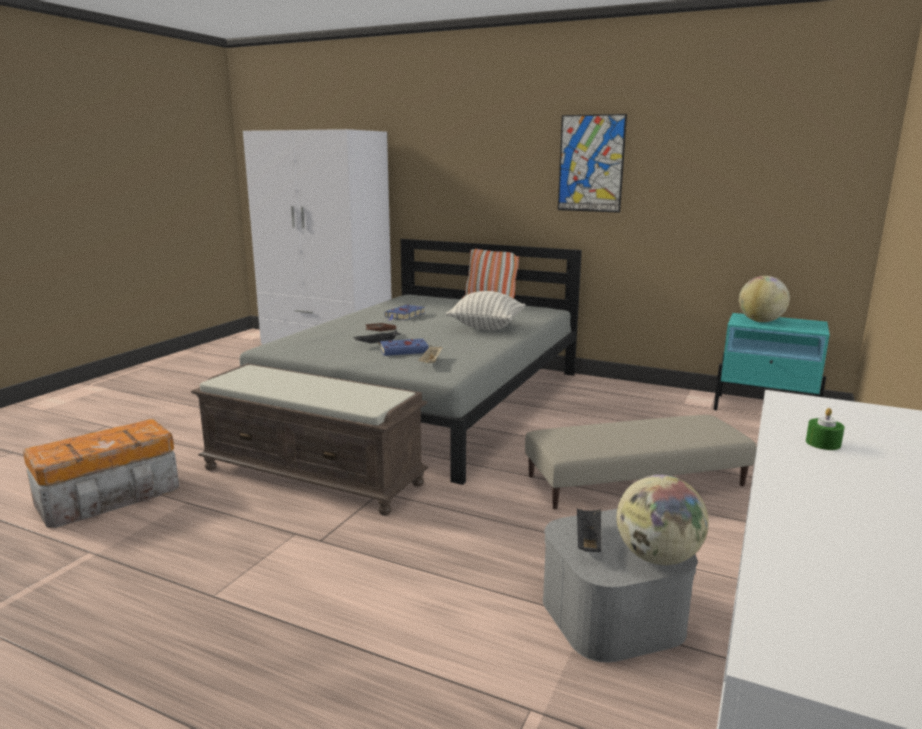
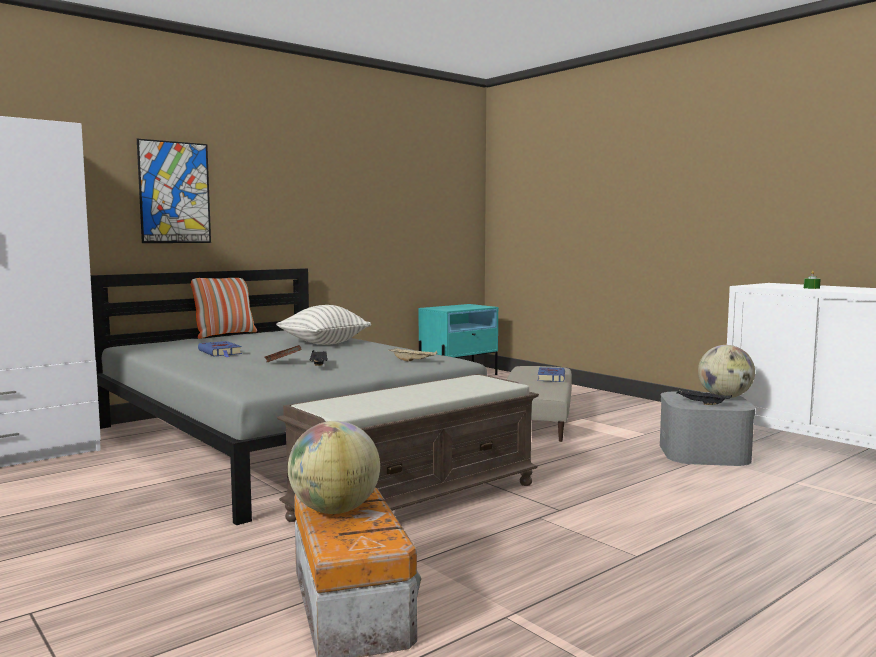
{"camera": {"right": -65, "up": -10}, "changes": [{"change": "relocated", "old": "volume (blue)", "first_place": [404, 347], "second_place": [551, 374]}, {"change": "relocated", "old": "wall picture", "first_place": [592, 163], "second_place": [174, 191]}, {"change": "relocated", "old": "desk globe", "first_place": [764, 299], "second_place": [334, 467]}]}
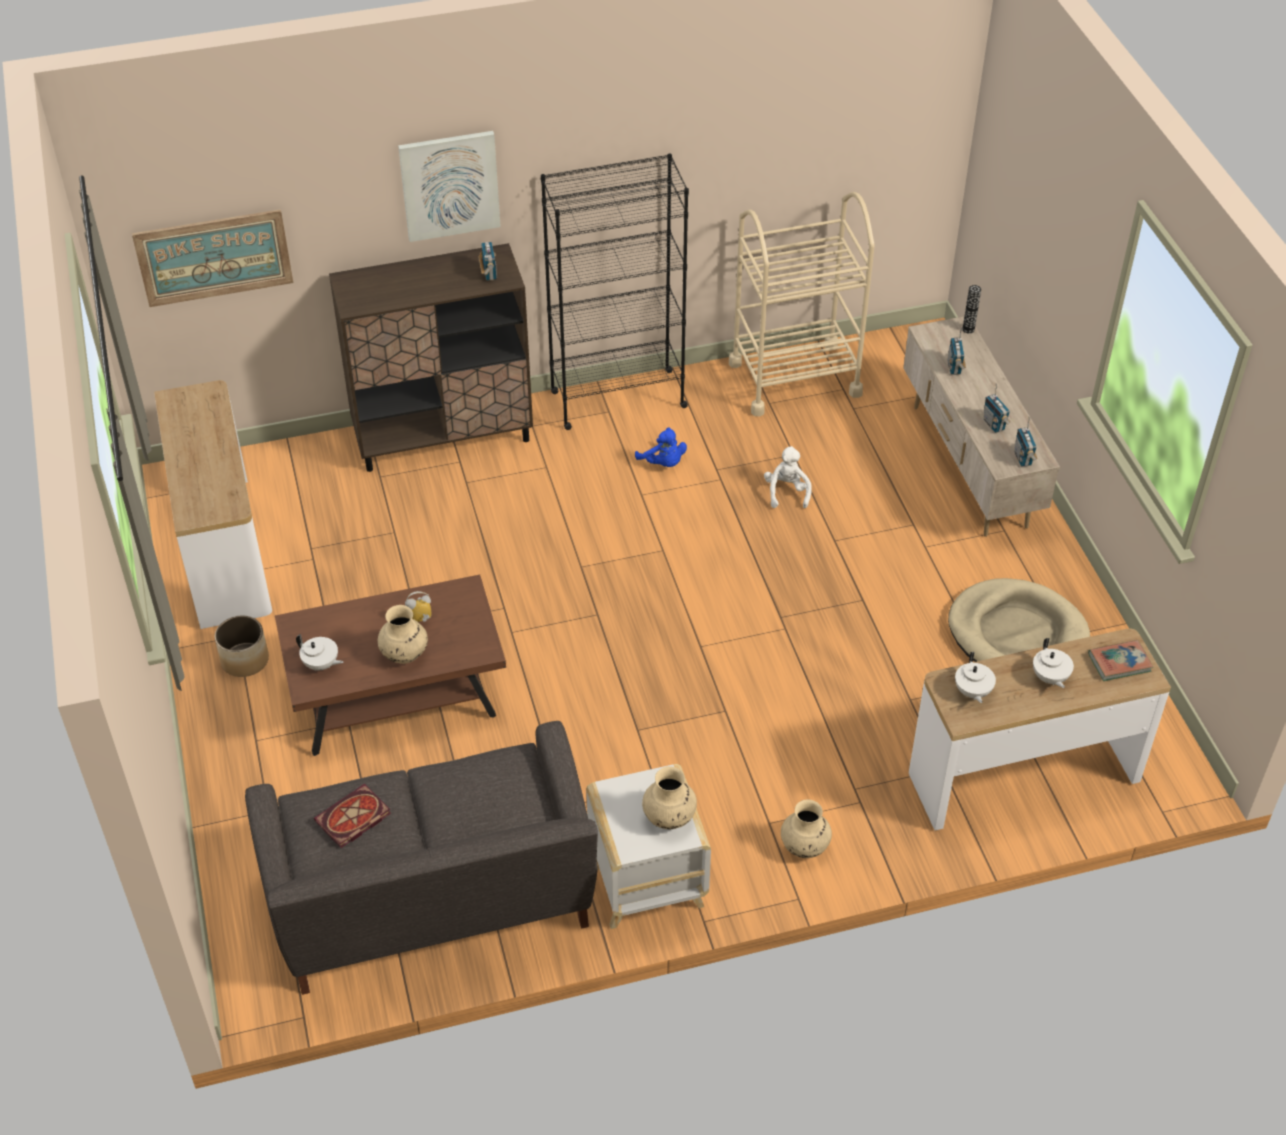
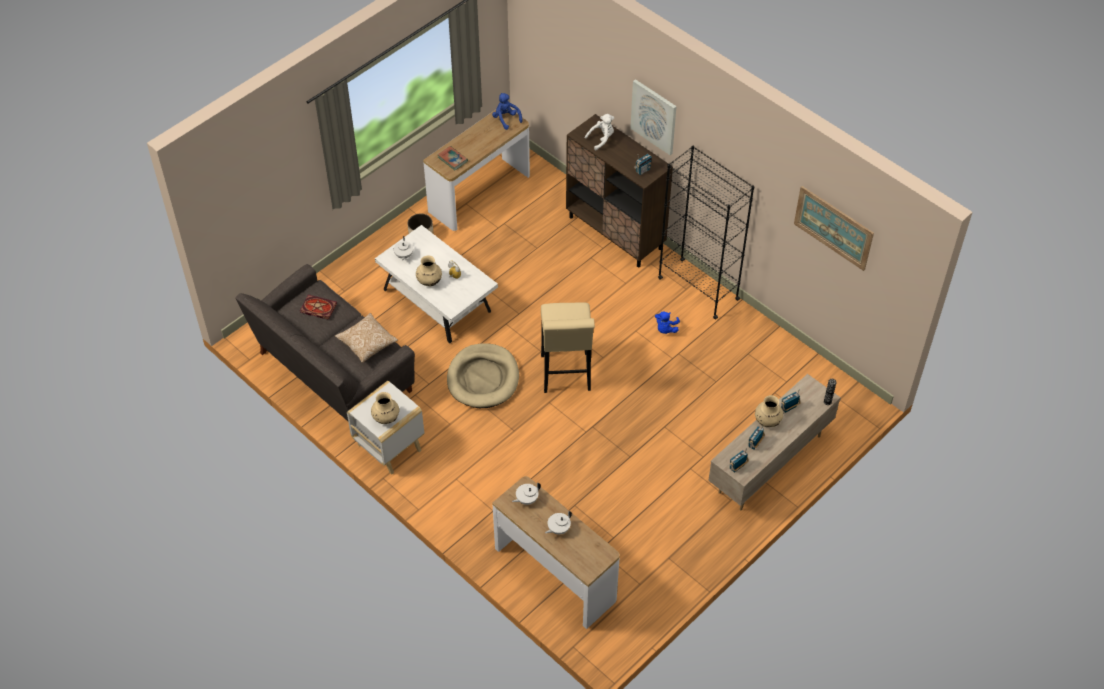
{"camera": {"right": 60, "up": 5}, "changes": [{"change": "relocated", "old": "wall picture", "first_place": [212, 258], "second_place": [834, 228]}, {"change": "colour", "old": "low table (brown)", "new": "low table (white-coloured)", "first_place": [390, 665], "second_place": [436, 284]}, {"change": "missing", "old": "cart (beige)", "first_place": [802, 304]}, {"change": "relocated", "old": "cuddly toy (white-coloured)", "first_place": [788, 477], "second_place": [599, 132]}, {"change": "relocated", "old": "decorative vase (beige)", "first_place": [806, 828], "second_place": [769, 411]}, {"change": "relocated", "old": "dog bed (beige)", "first_place": [1019, 620], "second_place": [483, 375]}, {"change": "relocated", "old": "volume", "first_place": [1120, 660], "second_place": [452, 158]}, {"change": "appeared", "new": "cushion", "second_place": [366, 338]}, {"change": "appeared", "new": "cuddly toy (blue)", "second_place": [507, 111]}, {"change": "appeared", "new": "sitting stool (beige)", "second_place": [568, 347]}]}
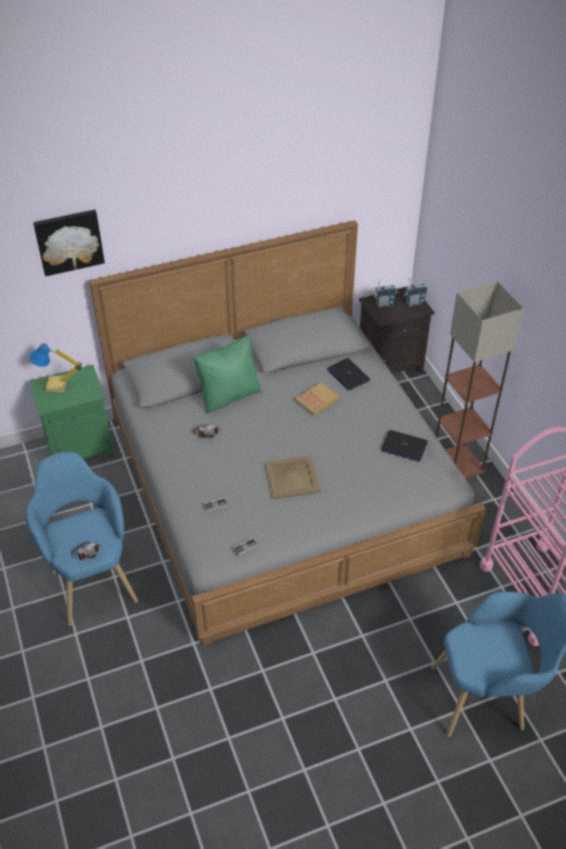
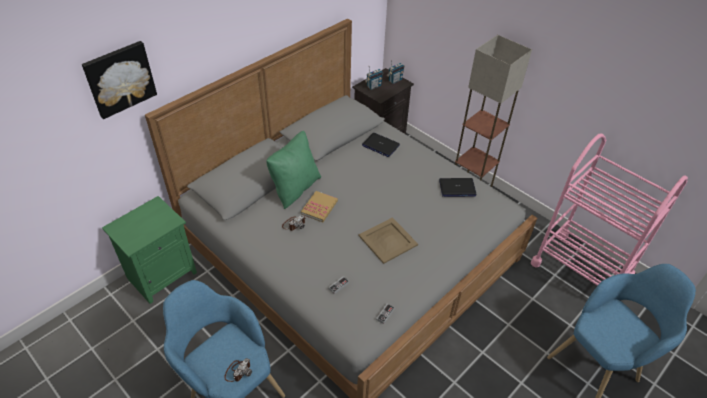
{"camera": {"right": -25, "up": 0}, "changes": [{"change": "missing", "old": "lamp for a table", "first_place": [55, 367]}, {"change": "relocated", "old": "volume", "first_place": [317, 399], "second_place": [319, 206]}]}
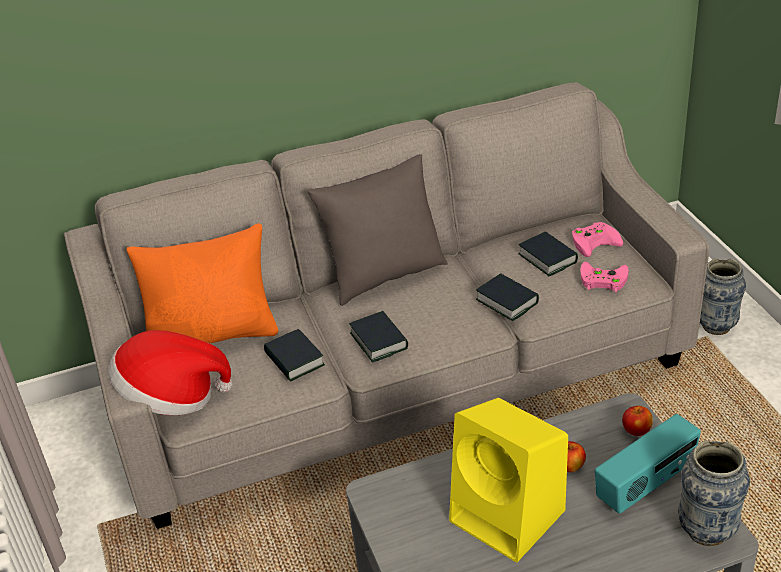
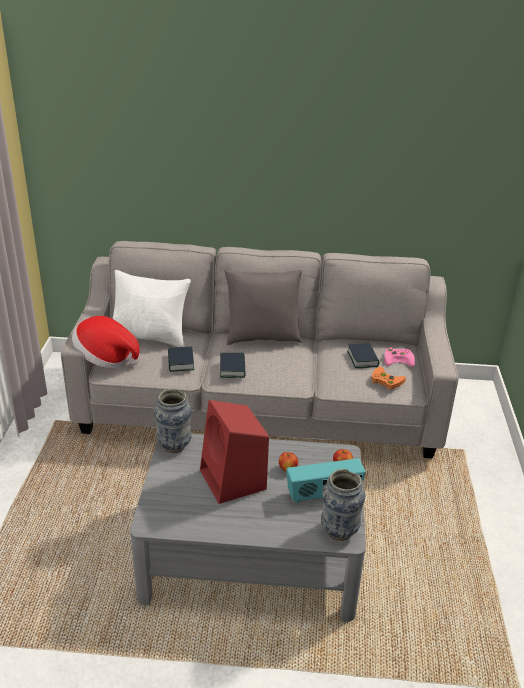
{"camera": {"right": 20, "up": -5}, "changes": [{"change": "colour", "old": "cushion (orangey)", "new": "cushion (white-coloured)", "first_place": [202, 283], "second_place": [152, 308]}, {"change": "colour", "old": "audio speaker (yellowish)", "new": "audio speaker (red-coloured)", "first_place": [508, 480], "second_place": [234, 452]}, {"change": "missing", "old": "volume", "first_place": [507, 297]}, {"change": "colour", "old": "gamepad (pink)", "new": "gamepad (orangey)", "first_place": [604, 277], "second_place": [389, 378]}, {"change": "relocated", "old": "decorative vase", "first_place": [723, 296], "second_place": [173, 421]}]}
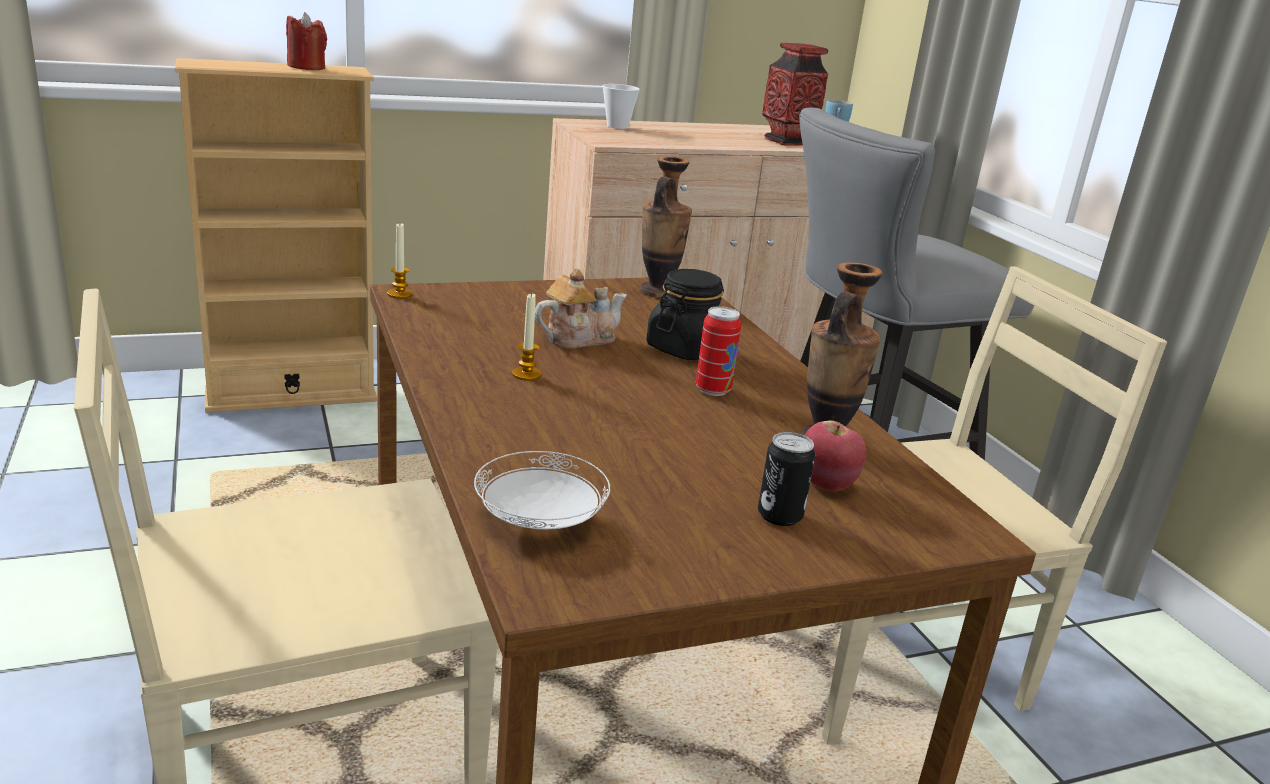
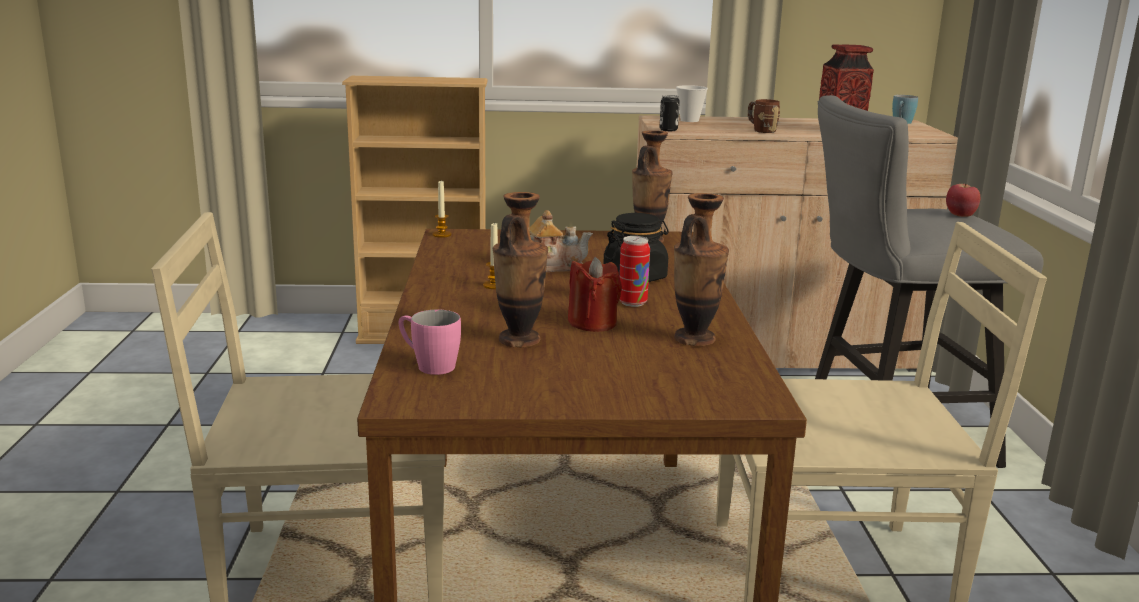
{"camera": {"right": 20, "up": -5}, "changes": [{"change": "relocated", "old": "wax candle (red-coloured)", "first_place": [306, 41], "second_place": [595, 294]}, {"change": "exchanged", "old": "dinner plate (white-coloured)", "new": "coffee mug (pink)", "first_place": [542, 490], "second_place": [430, 342]}, {"change": "relocated", "old": "metal can", "first_place": [786, 479], "second_place": [669, 113]}, {"change": "relocated", "old": "apple fruit", "first_place": [835, 456], "second_place": [963, 200]}, {"change": "appeared", "new": "decorative vase", "second_place": [520, 269]}, {"change": "appeared", "new": "coffee mug (brown)", "second_place": [764, 116]}]}
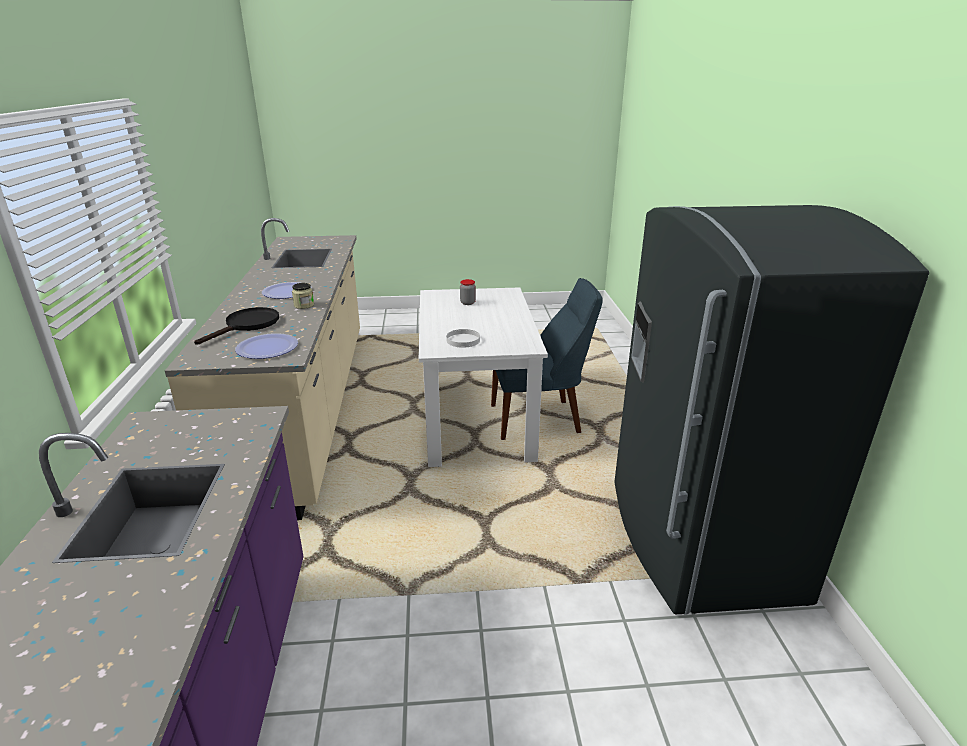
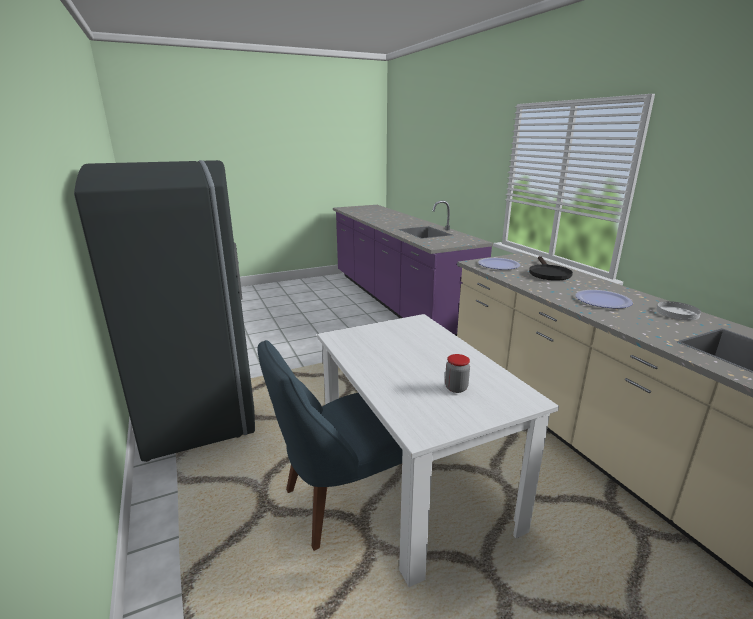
{"camera": {"right": 160, "up": -5}, "changes": [{"change": "missing", "old": "preserve jar", "first_place": [303, 296]}, {"change": "relocated", "old": "dinner plate (white-coloured)", "first_place": [463, 338], "second_place": [678, 310]}]}
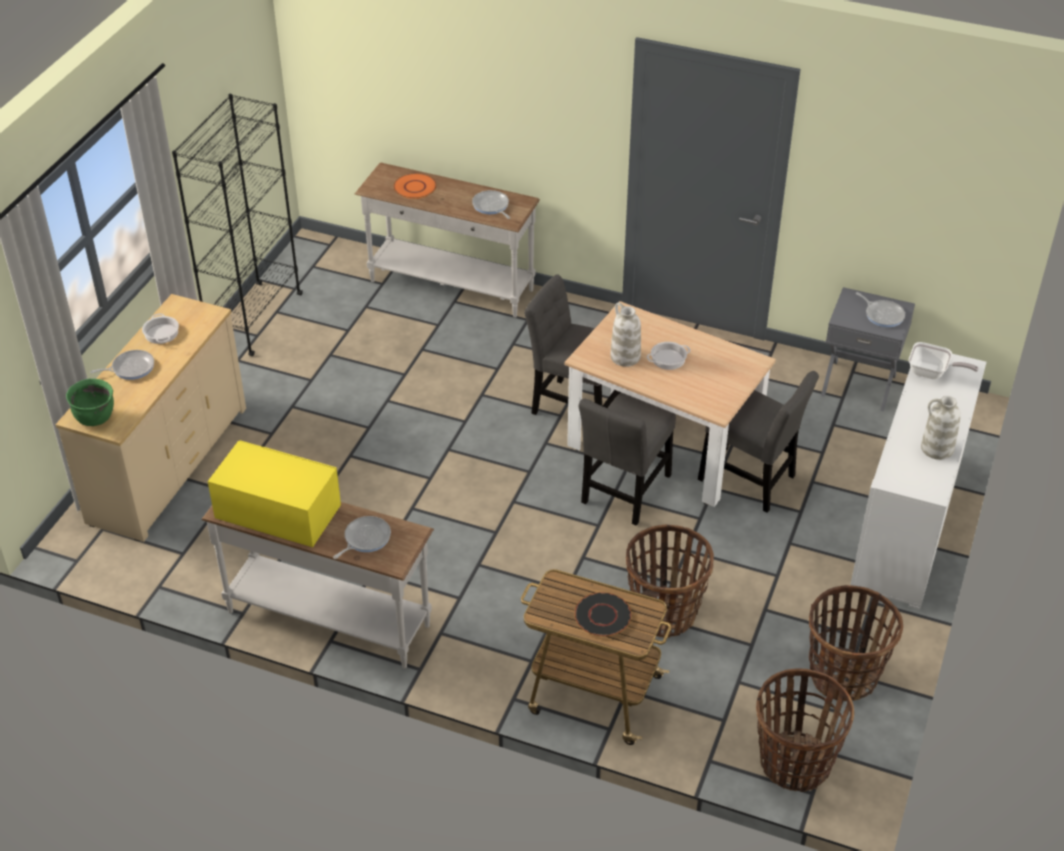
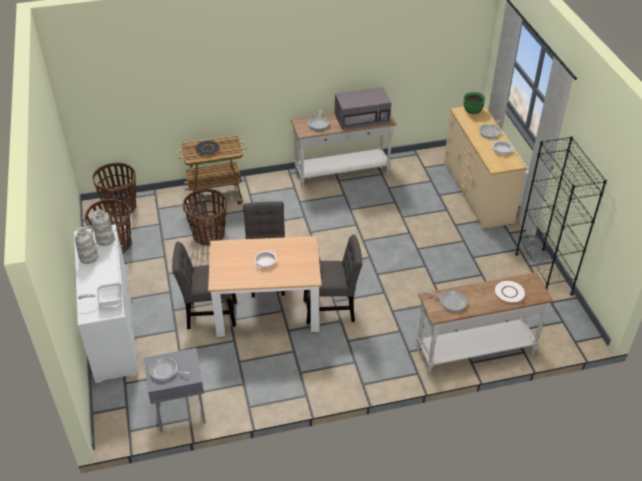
{"camera": {"right": 145, "up": 0}, "changes": [{"change": "colour", "old": "kitchen microwave (yellowish)", "new": "kitchen microwave (greyish)", "first_place": [274, 493], "second_place": [363, 108]}, {"change": "colour", "old": "dinner plate (orangey)", "new": "dinner plate (white-coloured)", "first_place": [415, 186], "second_place": [510, 291]}, {"change": "relocated", "old": "decorative vase (white-coloured)", "first_place": [626, 334], "second_place": [103, 228]}]}
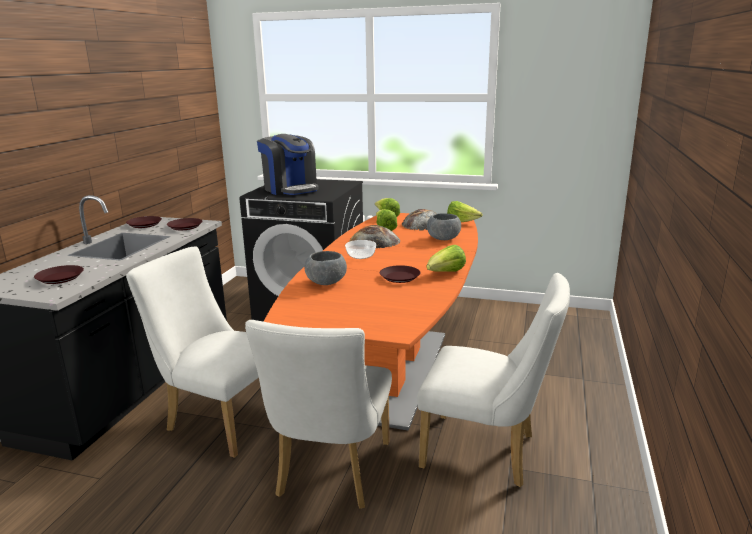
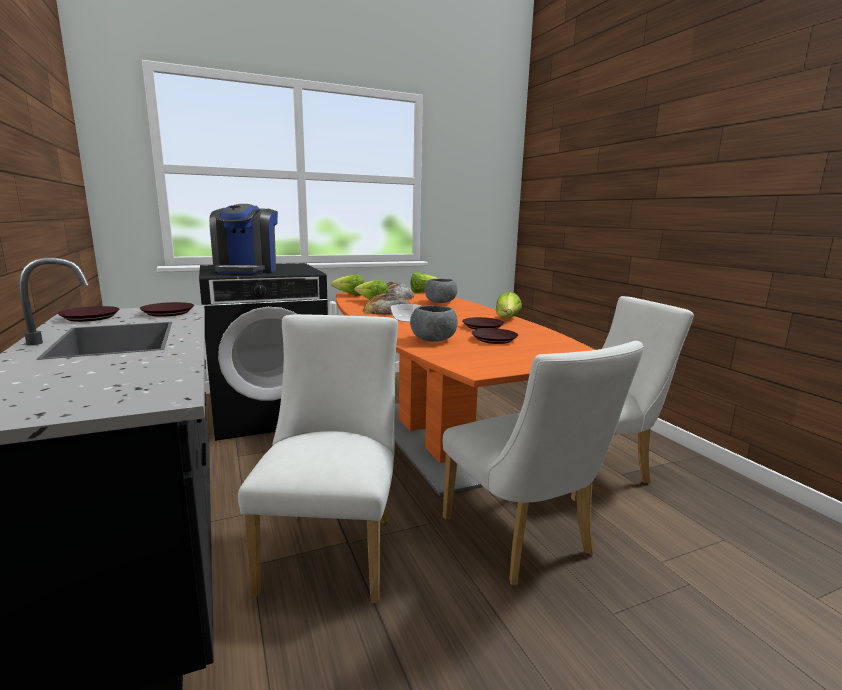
{"camera": {"right": -40, "up": -5}, "changes": [{"change": "relocated", "old": "dinner plate (brown)", "first_place": [59, 274], "second_place": [494, 336]}, {"change": "spun", "old": "upright chair (white-coloured)", "first_place": [192, 352], "second_place": [318, 458], "degrees": 105}, {"change": "spun", "old": "coffee maker", "first_place": [288, 164], "second_place": [243, 238], "degrees": 75}]}
